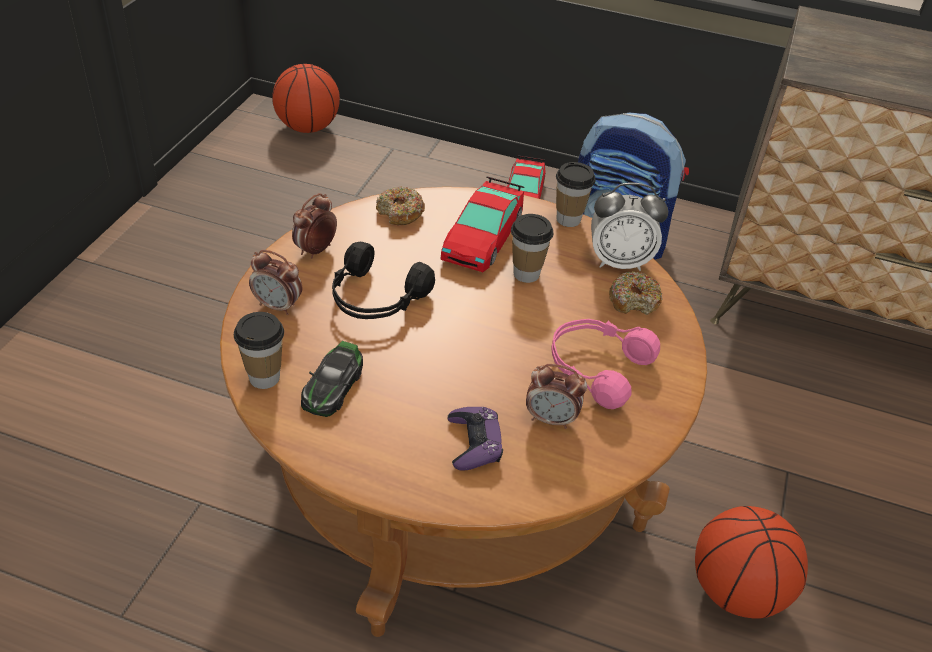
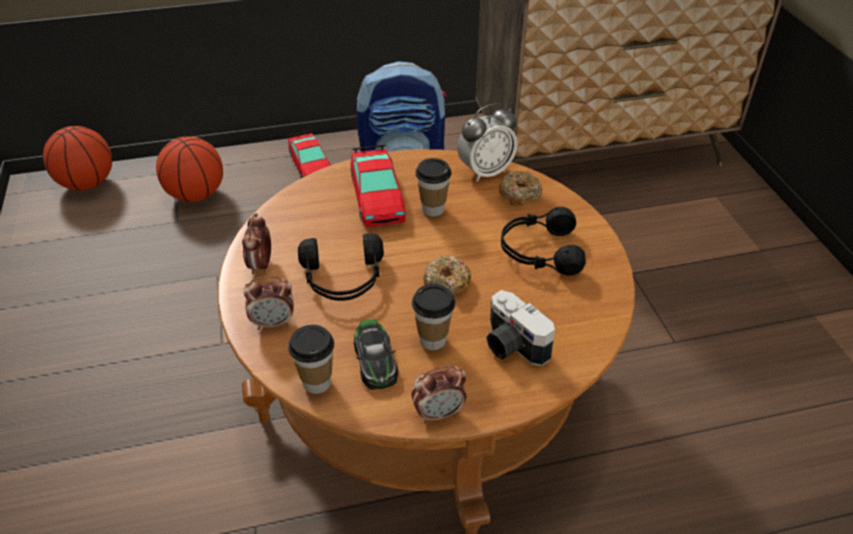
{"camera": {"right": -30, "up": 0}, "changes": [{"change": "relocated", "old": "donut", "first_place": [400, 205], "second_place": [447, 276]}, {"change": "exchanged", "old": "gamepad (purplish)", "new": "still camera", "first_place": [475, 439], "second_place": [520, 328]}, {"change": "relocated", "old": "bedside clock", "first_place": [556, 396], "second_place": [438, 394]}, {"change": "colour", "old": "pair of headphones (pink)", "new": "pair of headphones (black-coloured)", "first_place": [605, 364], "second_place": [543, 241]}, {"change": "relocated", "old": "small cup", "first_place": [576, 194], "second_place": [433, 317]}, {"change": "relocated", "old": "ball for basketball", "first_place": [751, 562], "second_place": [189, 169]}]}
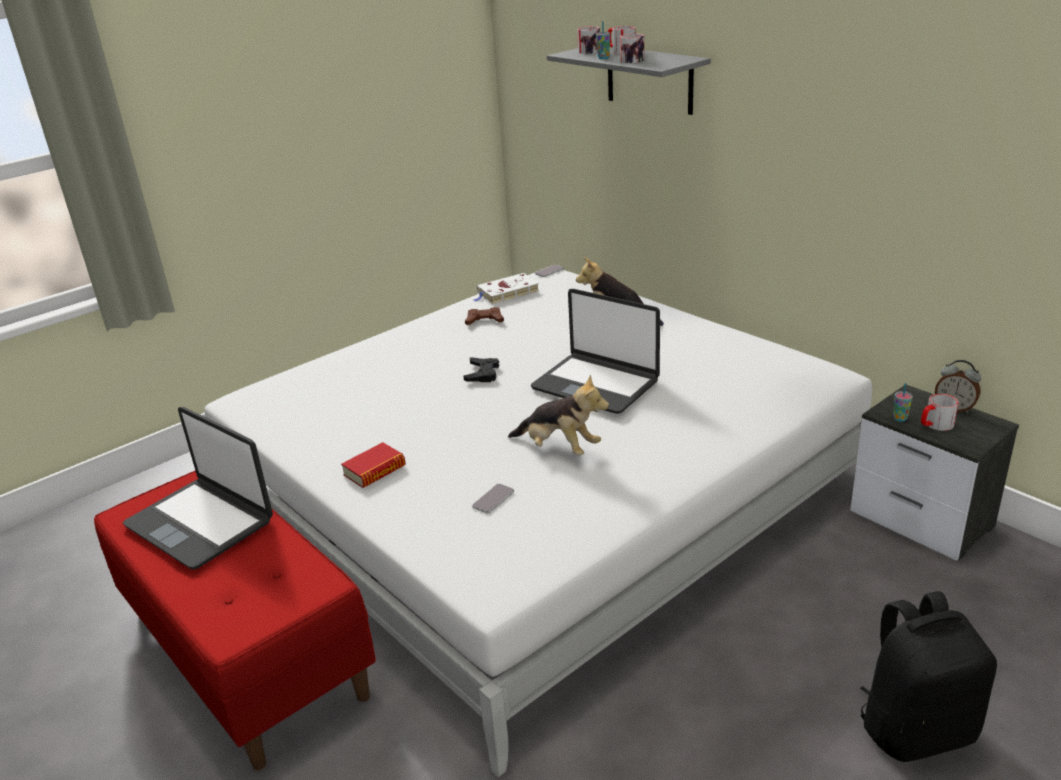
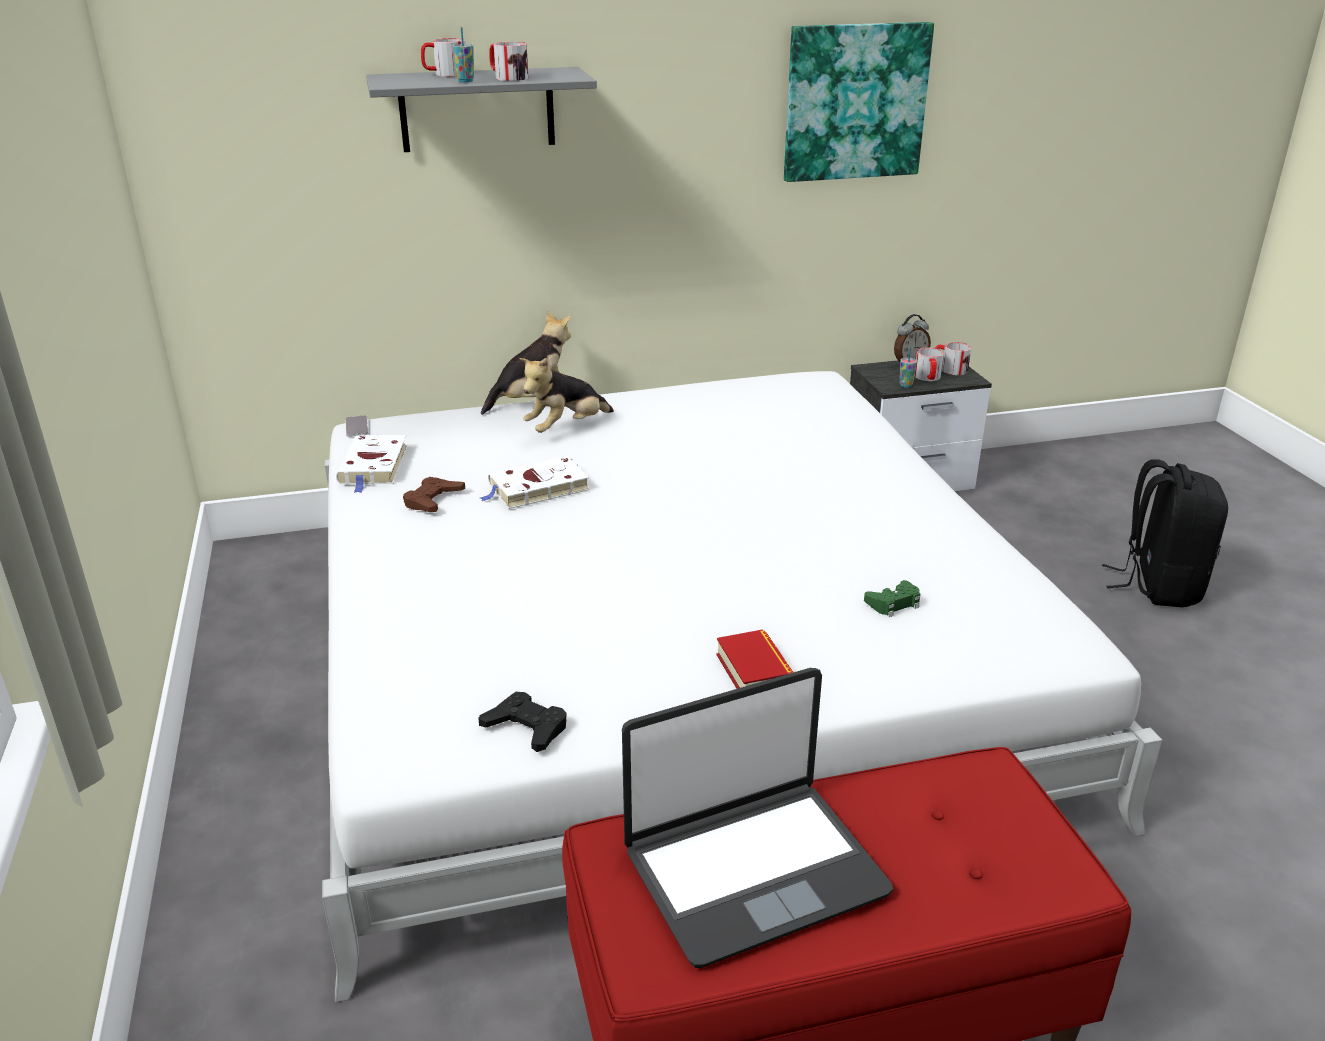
{"camera": {"right": -65, "up": 0}, "changes": [{"change": "relocated", "old": "gamepad (black-coloured)", "first_place": [482, 369], "second_place": [522, 722]}, {"change": "exchanged", "old": "phone", "new": "gamepad (green-coloured)", "first_place": [493, 498], "second_place": [892, 598]}, {"change": "relocated", "old": "cuddly toy", "first_place": [558, 415], "second_place": [526, 363]}, {"change": "missing", "old": "notebook computer", "first_place": [595, 351]}, {"change": "relocated", "old": "coffee mug", "first_place": [588, 40], "second_place": [953, 358]}, {"change": "appeared", "new": "volume (white-coloured)", "second_place": [534, 482]}, {"change": "appeared", "new": "wall picture", "second_place": [859, 102]}]}
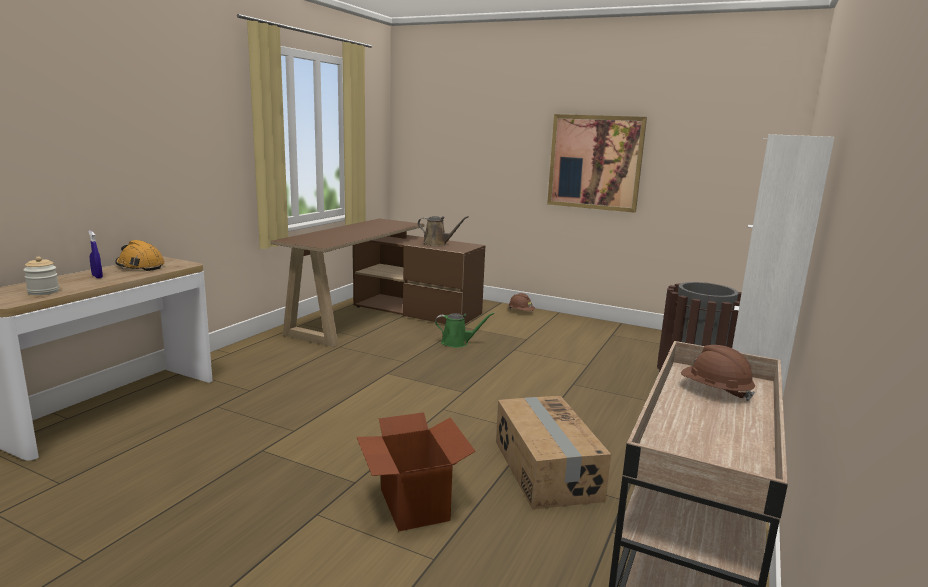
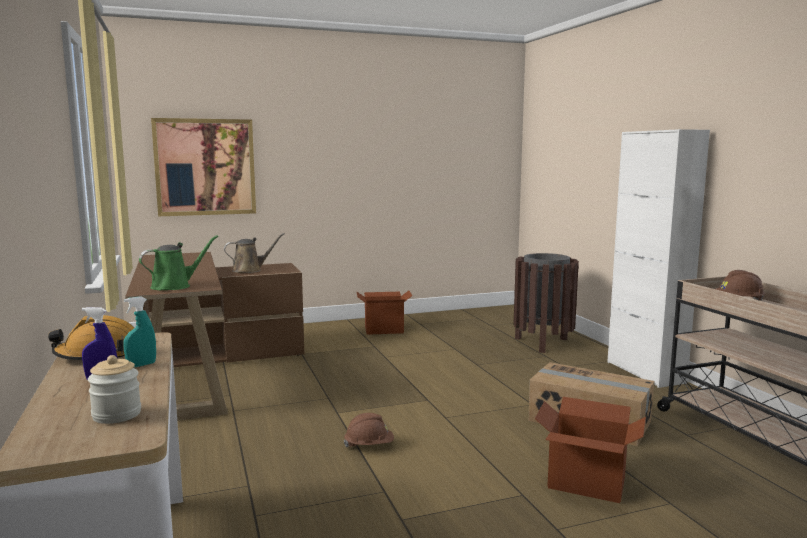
{"camera": {"right": -45, "up": -5}, "changes": [{"change": "relocated", "old": "watering can (green-coloured)", "first_place": [464, 330], "second_place": [178, 262]}, {"change": "relocated", "old": "work helmet (brown)", "first_place": [521, 302], "second_place": [369, 430]}, {"change": "relocated", "old": "wall picture", "first_place": [597, 163], "second_place": [203, 167]}, {"change": "appeared", "new": "sprayer (turquoise-coloured)", "second_place": [139, 331]}, {"change": "appeared", "new": "carton", "second_place": [384, 313]}]}
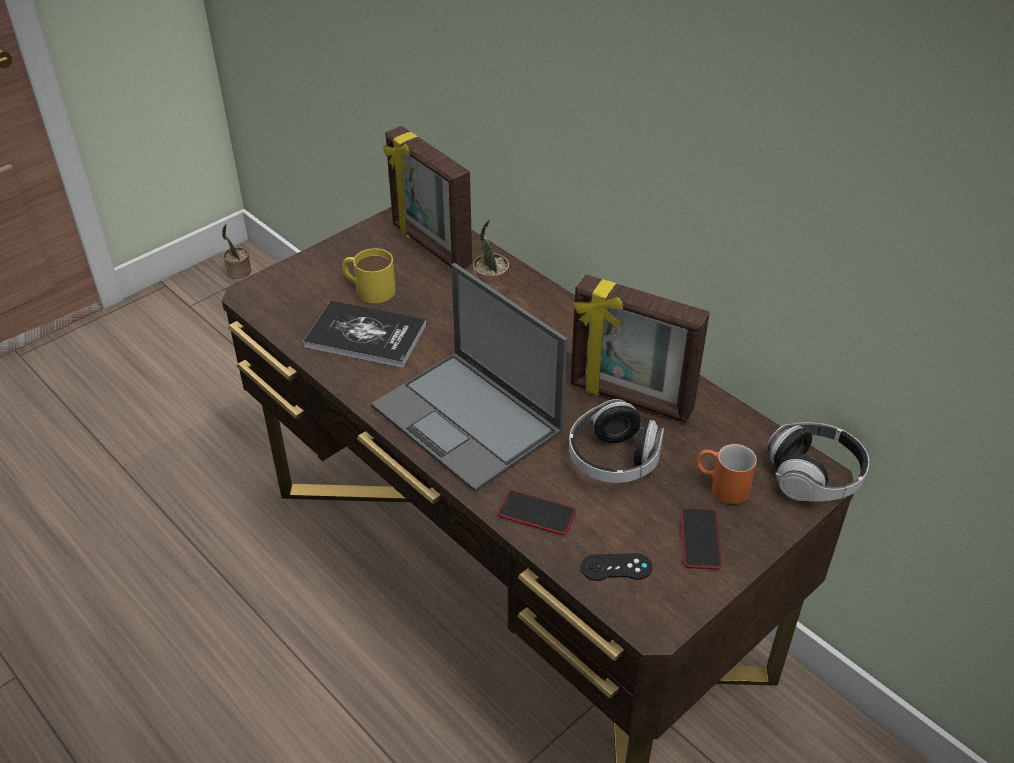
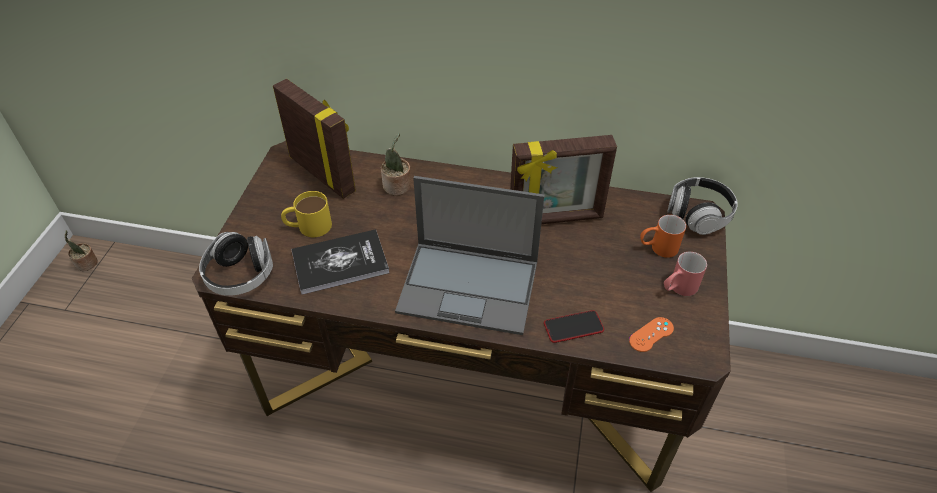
{"camera": {"right": -35, "up": 5}, "changes": [{"change": "spun", "old": "picture frame", "first_place": [427, 197], "second_place": [314, 139], "degrees": -150}, {"change": "relocated", "old": "pair of headphones", "first_place": [616, 441], "second_place": [236, 264]}, {"change": "colour", "old": "gamepad (black-coloured)", "new": "gamepad (orangey)", "first_place": [616, 567], "second_place": [651, 334]}, {"change": "exchanged", "old": "phone", "new": "coffee mug (red-coloured)", "first_place": [701, 539], "second_place": [685, 274]}]}
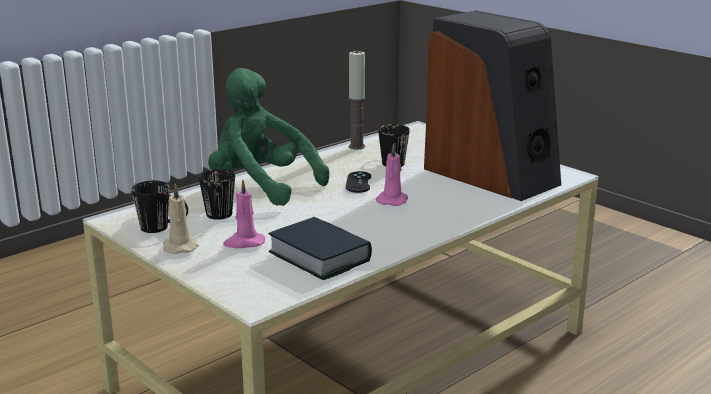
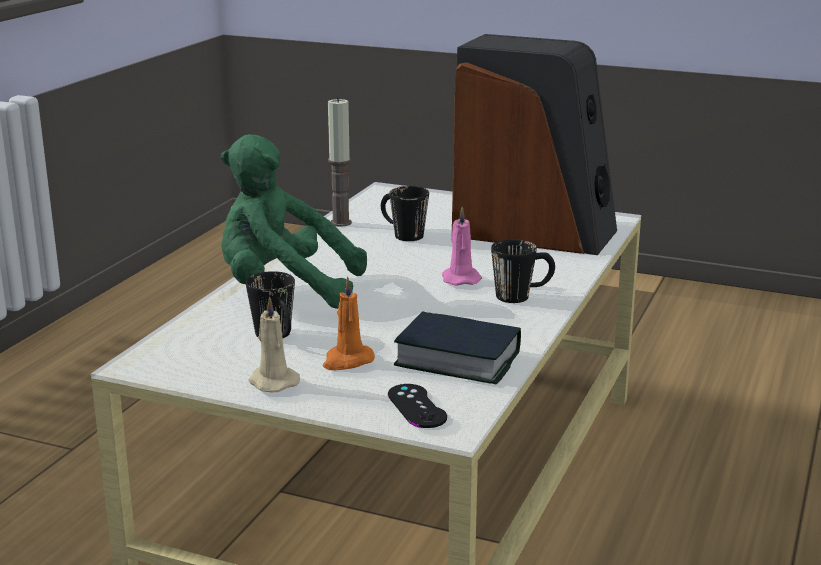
{"camera": {"right": -25, "up": 0}, "changes": [{"change": "relocated", "old": "coffee mug (black-coloured)", "first_place": [159, 207], "second_place": [523, 271]}, {"change": "colour", "old": "wax candle (pink)", "new": "wax candle (orangey)", "first_place": [244, 213], "second_place": [349, 323]}, {"change": "relocated", "old": "gamepad (black-coloured)", "first_place": [358, 182], "second_place": [417, 406]}]}
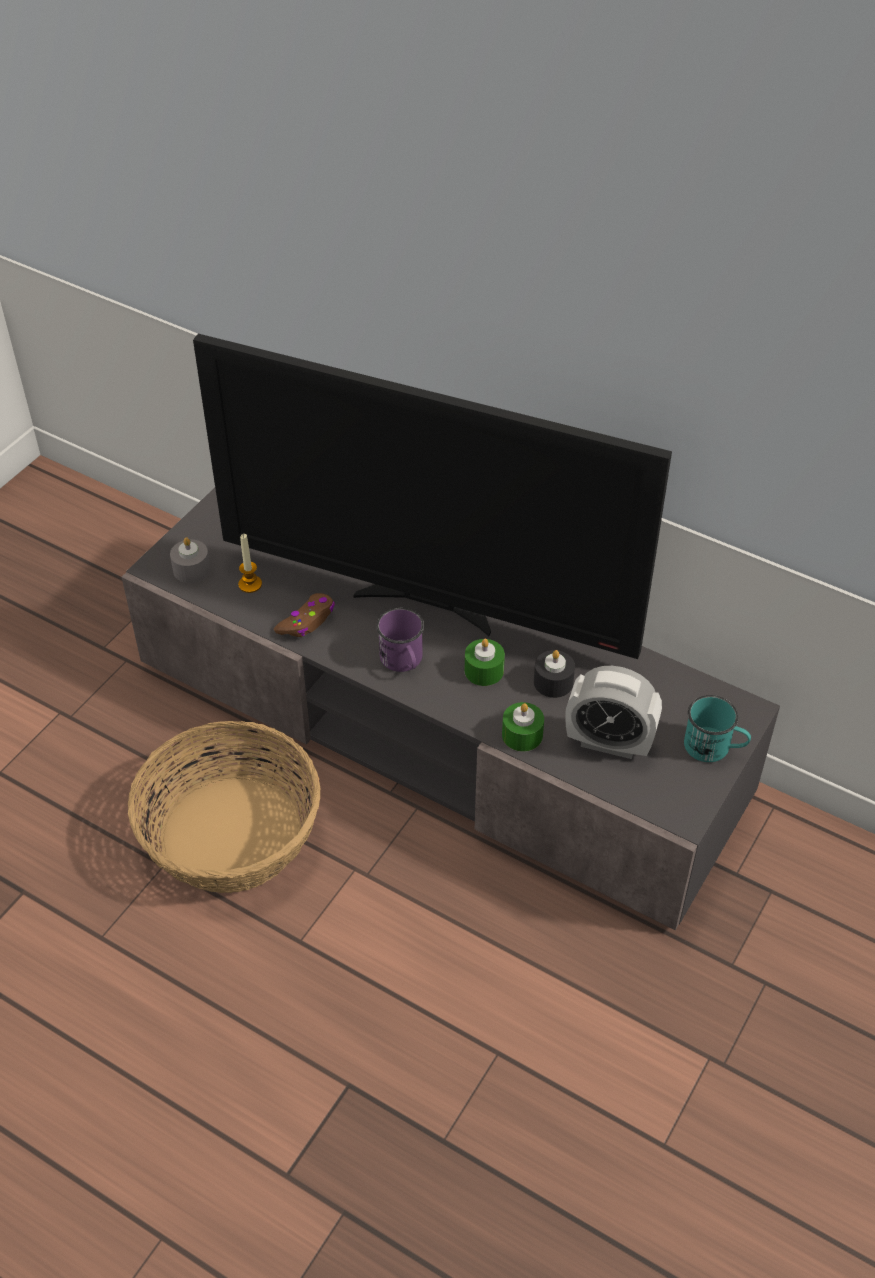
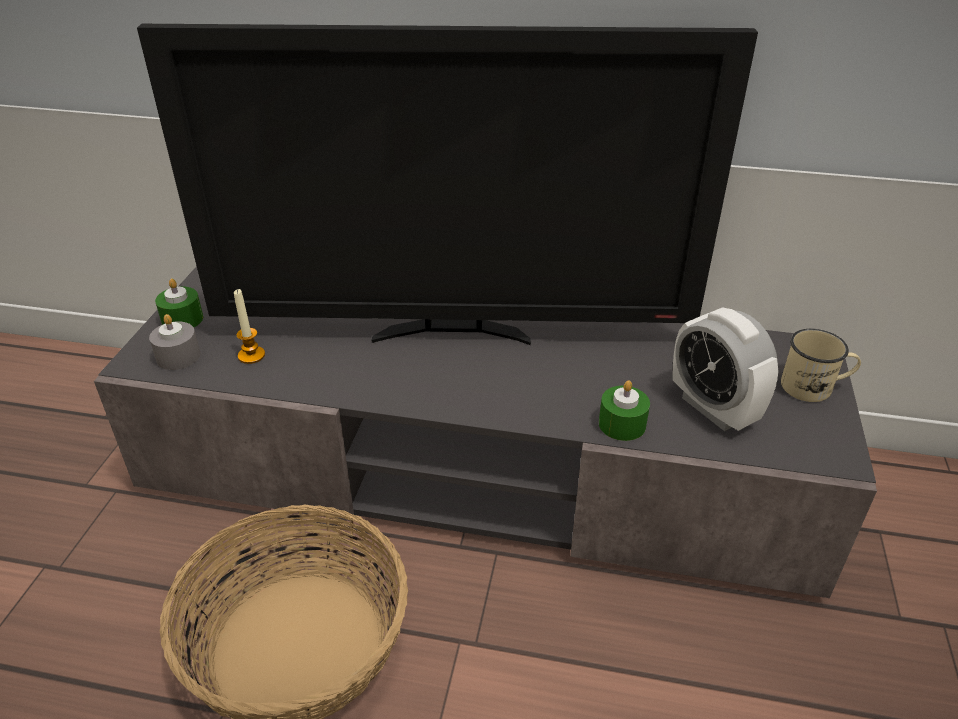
{"camera": {"right": -20, "up": -10}, "changes": [{"change": "missing", "old": "gamepad (brown)", "first_place": [304, 615]}, {"change": "missing", "old": "coffee mug (purplish)", "first_place": [400, 640]}, {"change": "relocated", "old": "wax candle (green-coloured)", "first_place": [485, 662], "second_place": [179, 303]}, {"change": "missing", "old": "wax candle (black-coloured)", "first_place": [554, 674]}, {"change": "spun", "old": "bedside clock", "first_place": [613, 712], "second_place": [725, 369], "degrees": 60}, {"change": "colour", "old": "coffee mug (turquoise-coloured)", "new": "coffee mug (beige)", "first_place": [717, 728], "second_place": [821, 365]}]}
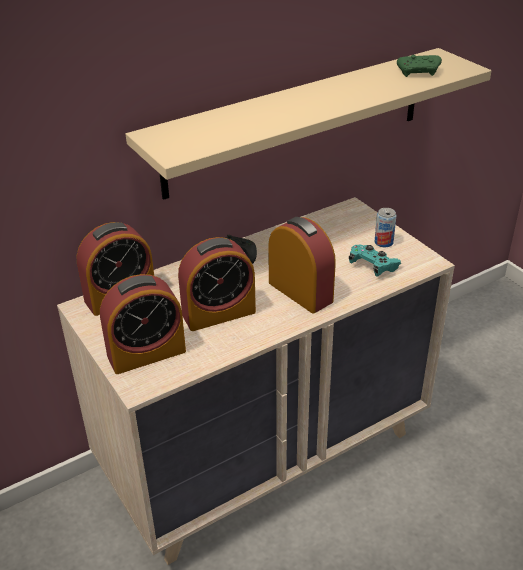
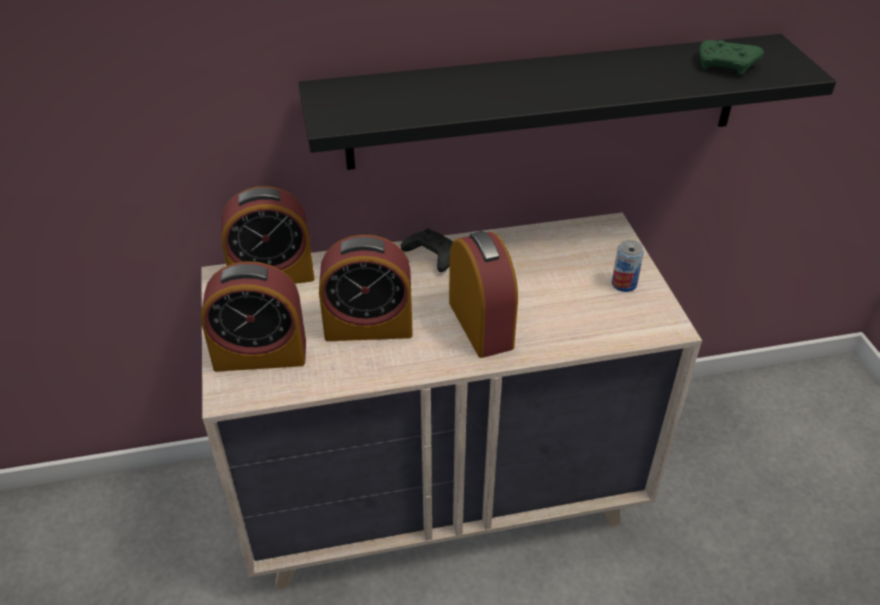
{"camera": {"right": 20, "up": 5}, "changes": [{"change": "colour", "old": "shelf (beige)", "new": "shelf (black-coloured)", "first_place": [308, 124], "second_place": [567, 102]}, {"change": "missing", "old": "gamepad (turquoise-coloured)", "first_place": [375, 261]}]}
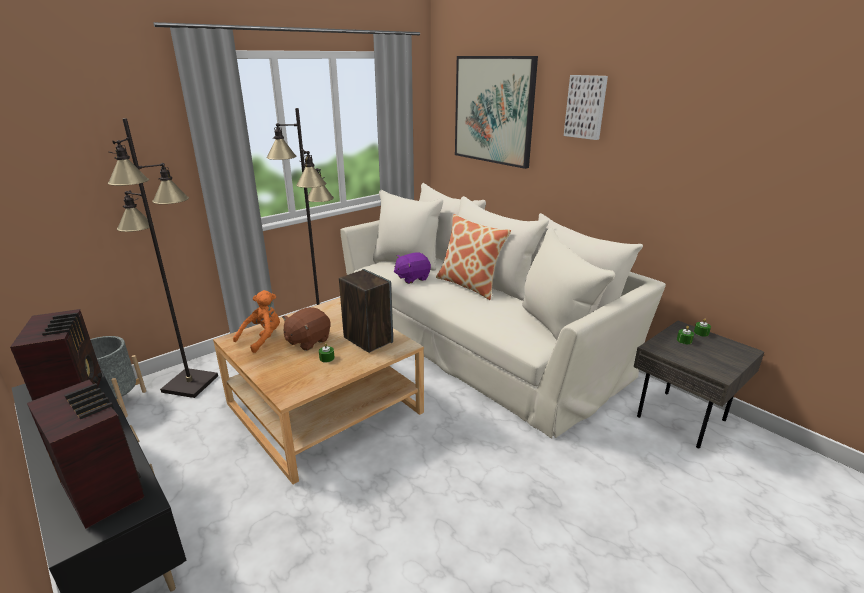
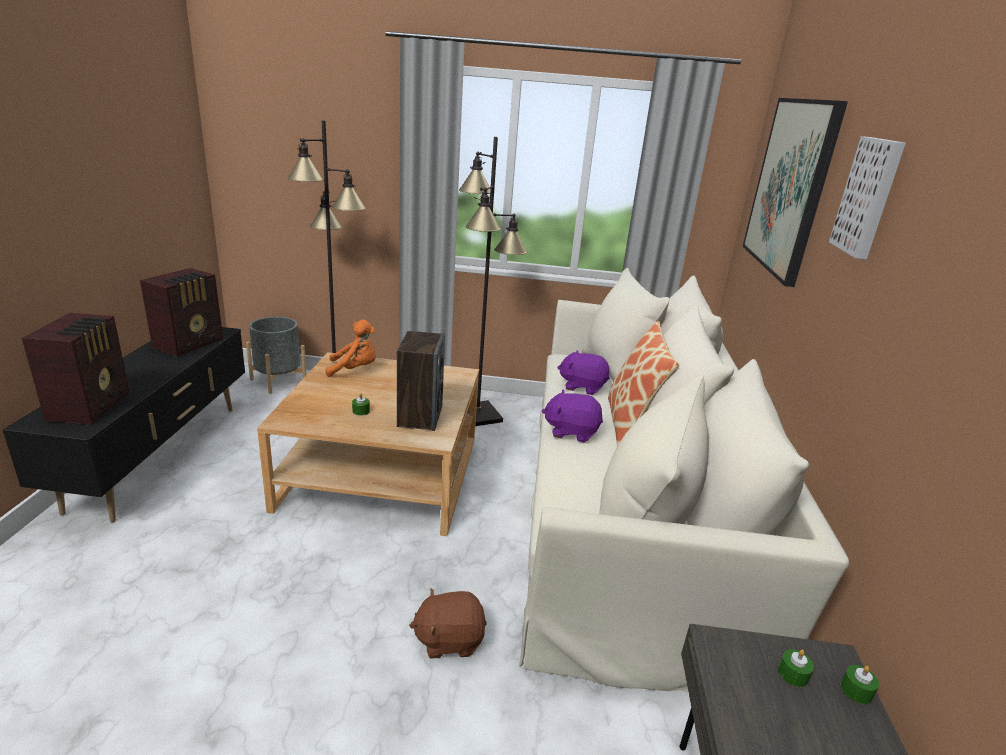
{"camera": {"right": 45, "up": 0}, "changes": [{"change": "relocated", "old": "cuddly toy (brown)", "first_place": [306, 329], "second_place": [448, 623]}, {"change": "appeared", "new": "cuddly toy (purplish)", "second_place": [572, 416]}]}
